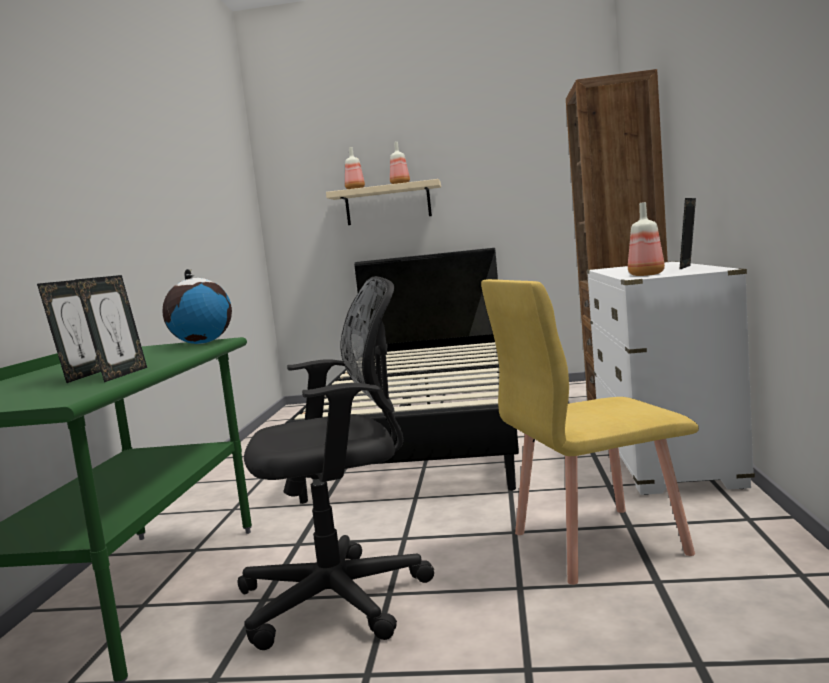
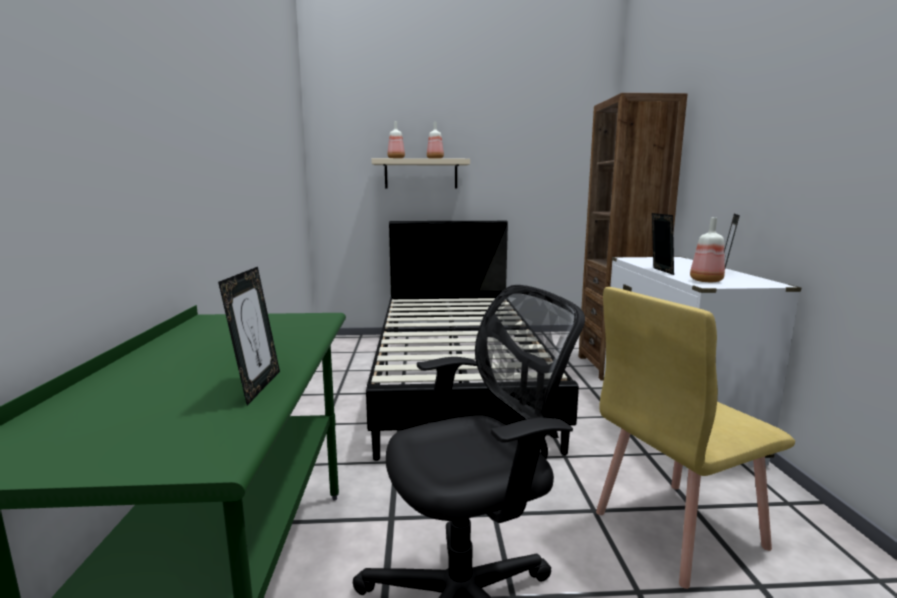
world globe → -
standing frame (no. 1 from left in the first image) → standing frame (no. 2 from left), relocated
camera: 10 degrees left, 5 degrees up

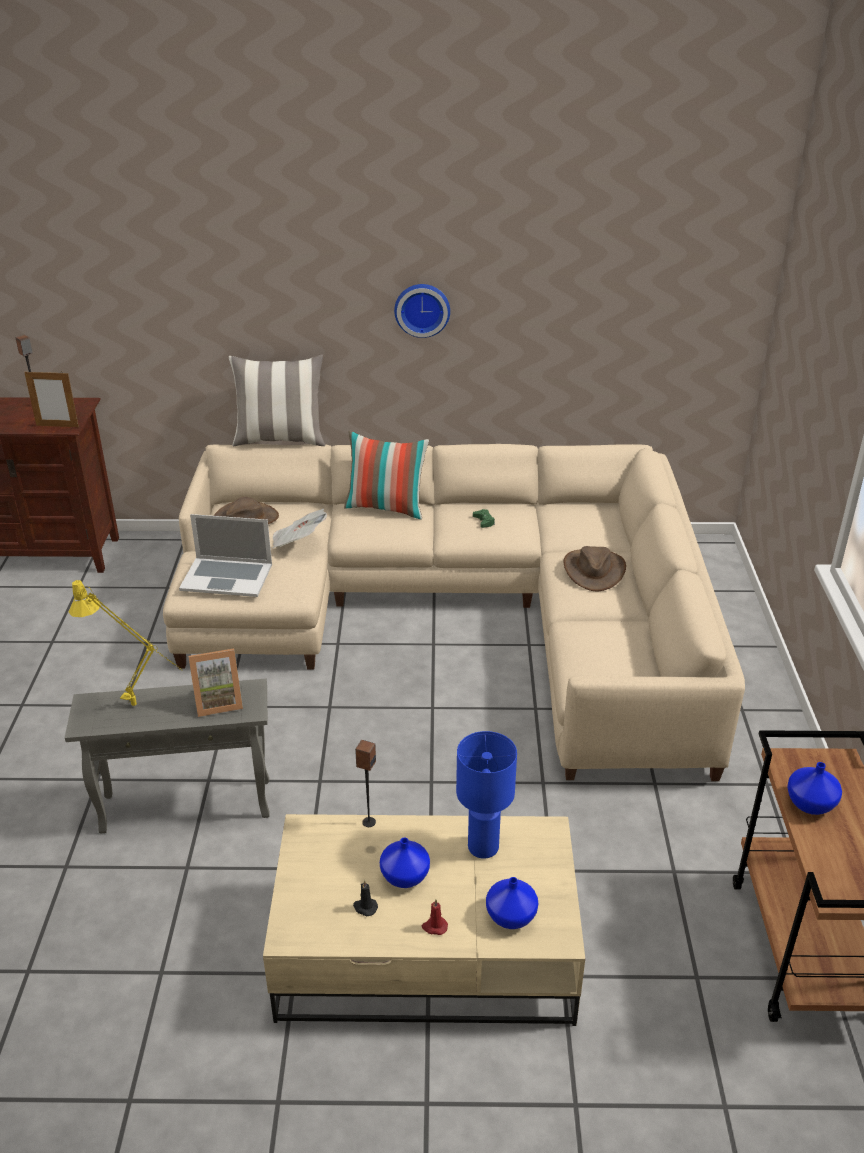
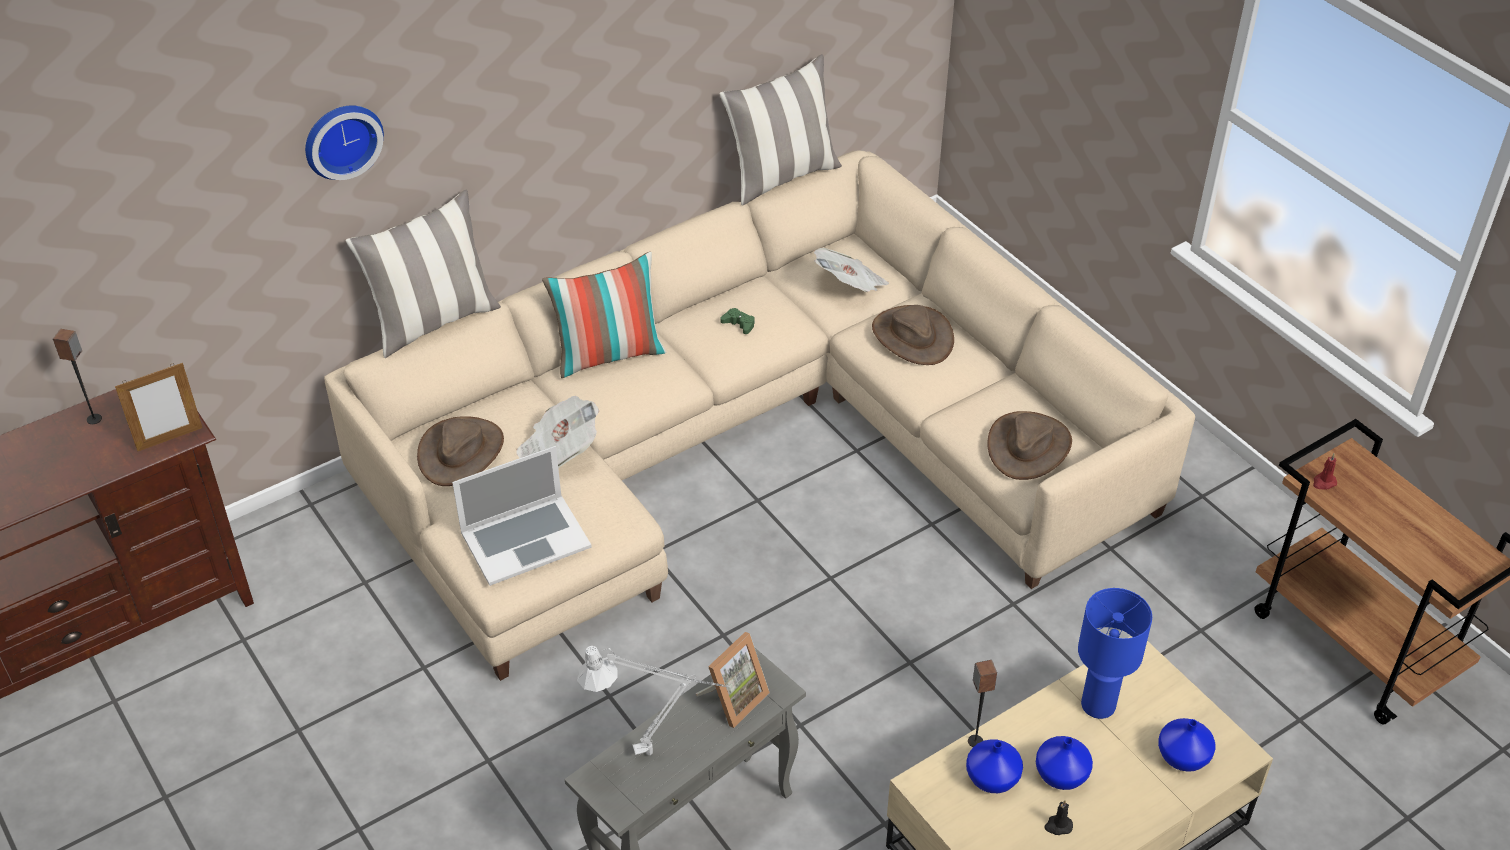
- → throw pillow (no. 3 from left)
- → daily paper (no. 2 from left)
- → brownish clothing hat (no. 3 from left)
wall clock, relocated
red-coloured wax light, relocated
blue decorative vase (no. 3 from left in the first image) → blue decorative vase (no. 1 from left), relocated
yellowish tabletop lamp → grey tabletop lamp
camera: 35 degrees left, 10 degrees up

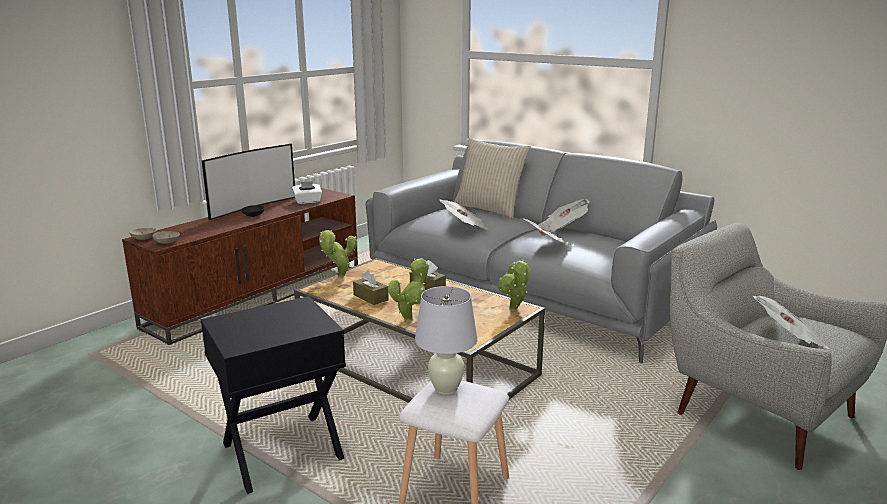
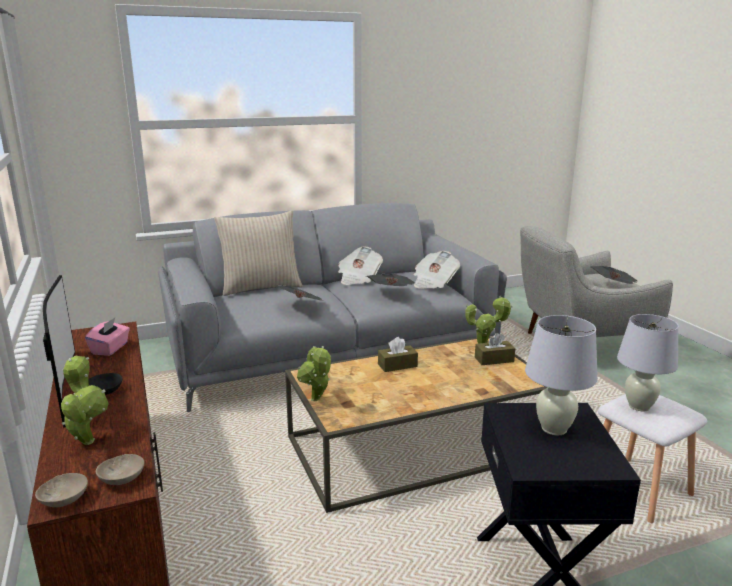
- → daily paper (no. 4 from left)
- → white-coloured tabletop lamp (no. 1 from left)
brownish box of tissues (no. 1 from left in the first image) → brownish box of tissues (no. 2 from left), relocated
plant in a pot (no. 2 from left in the first image) → plant in a pot (no. 1 from left), relocated
white-coloured box of tissues → pinkish box of tissues
camera: 60 degrees left, 0 degrees up

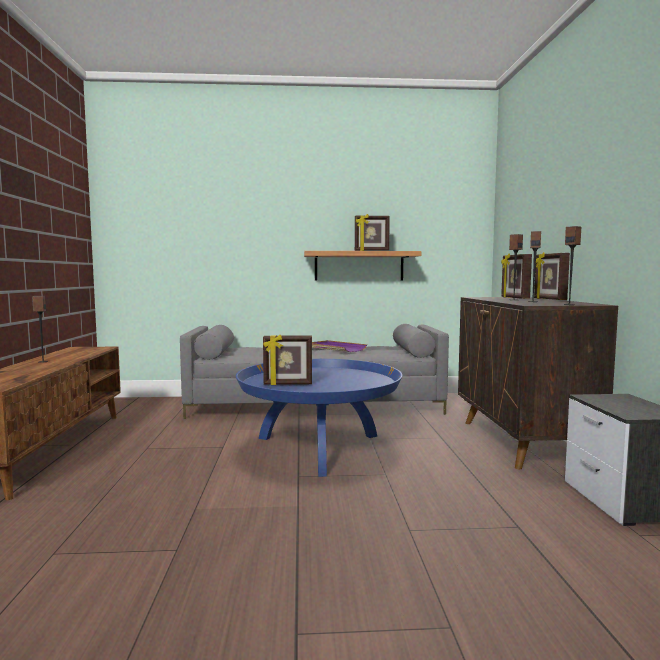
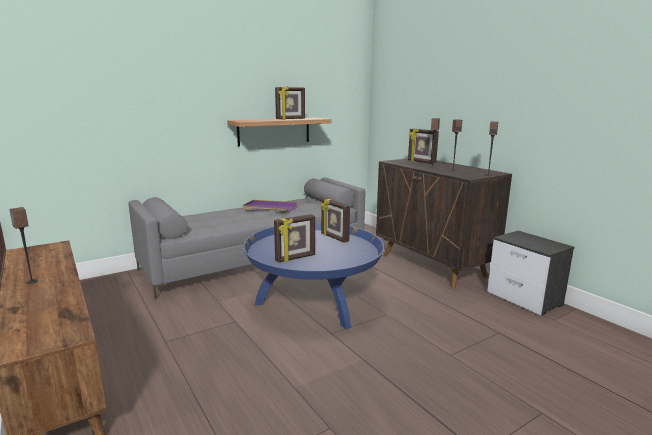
standing frame (no. 4 from left in the first image) → standing frame (no. 3 from left), relocated
camera: 30 degrees left, 10 degrees up

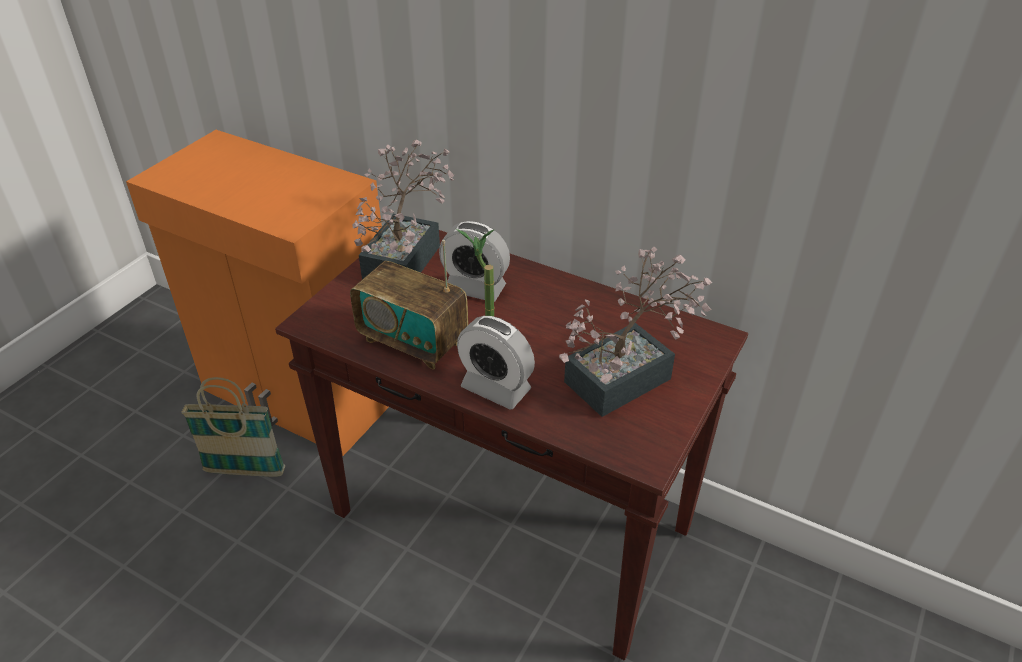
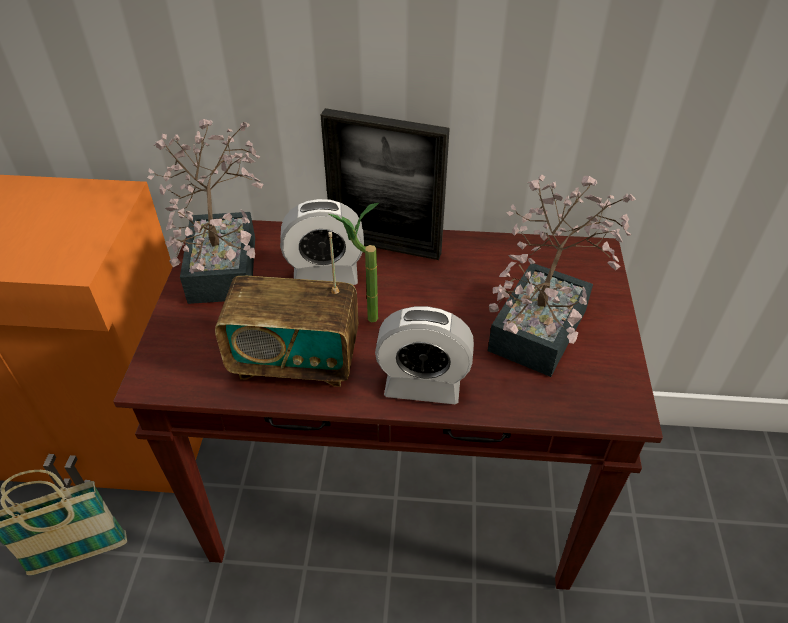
- → standing frame
camera: 25 degrees left, 5 degrees up

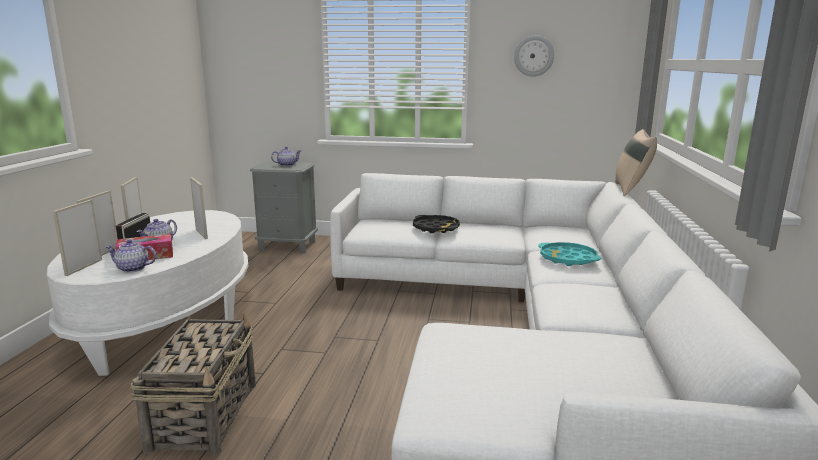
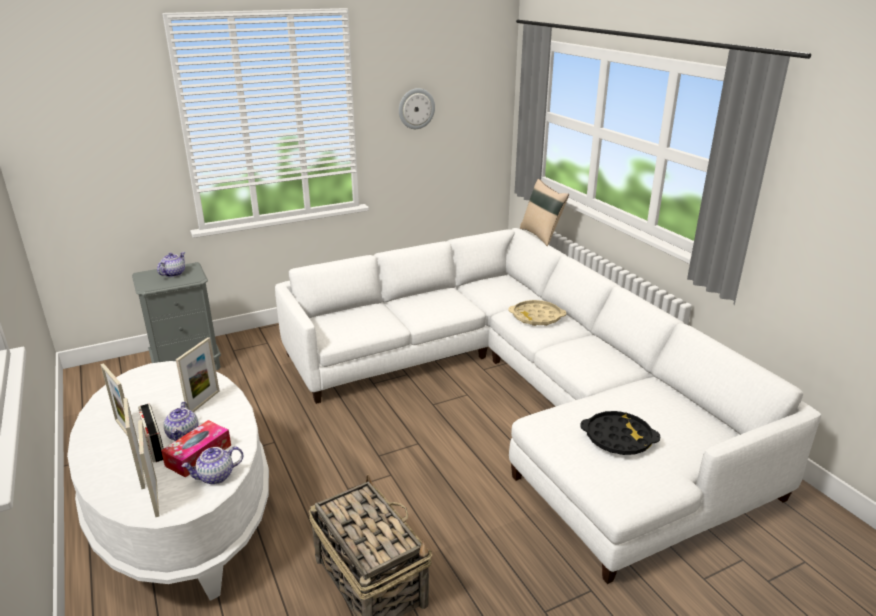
black carrying tray, relocated
blue-green carrying tray → sand-coloured carrying tray
standing frame (no. 4 from left), 90 degrees clockwise
camera: 35 degrees left, 10 degrees up

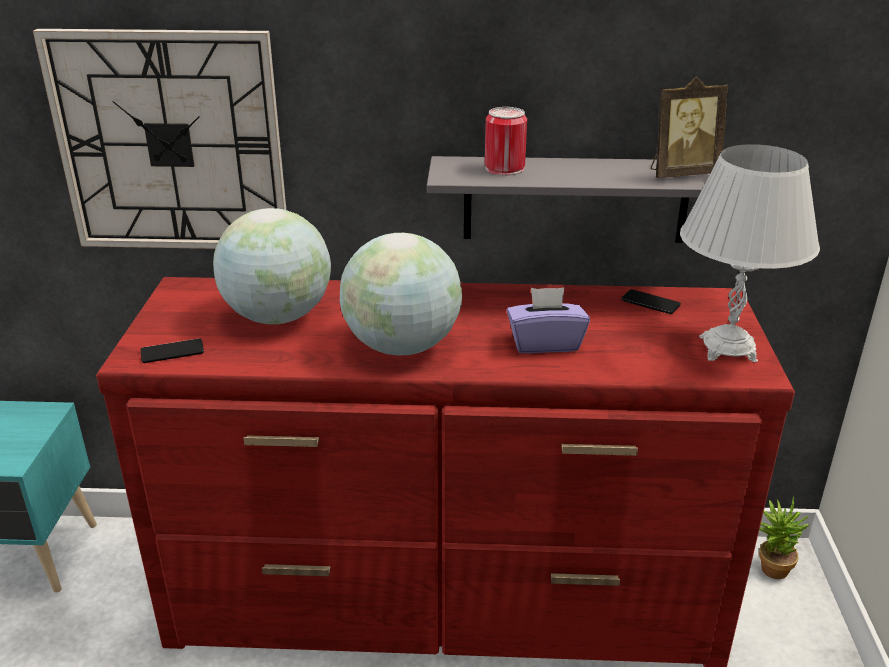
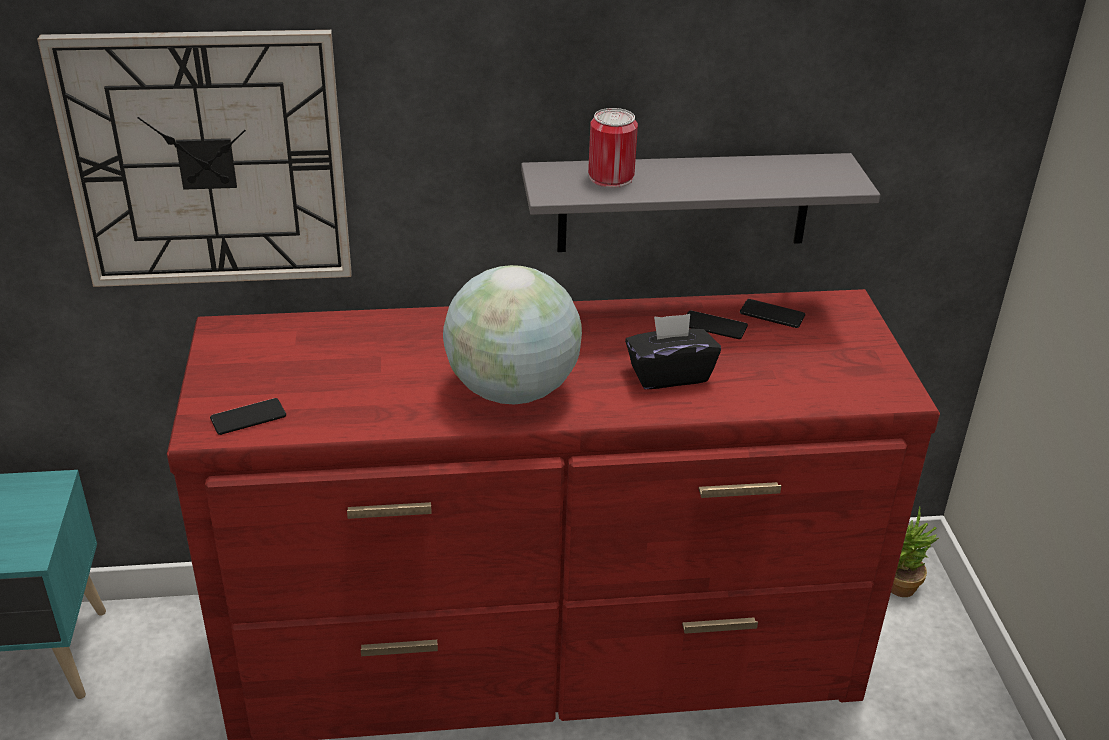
world globe (no. 1 from left) → -
standing frame → -
white-coloured tabletop lamp → -
- → telephone (no. 2 from left)
purple box of tissues → black box of tissues
camera: 10 degrees left, 5 degrees up

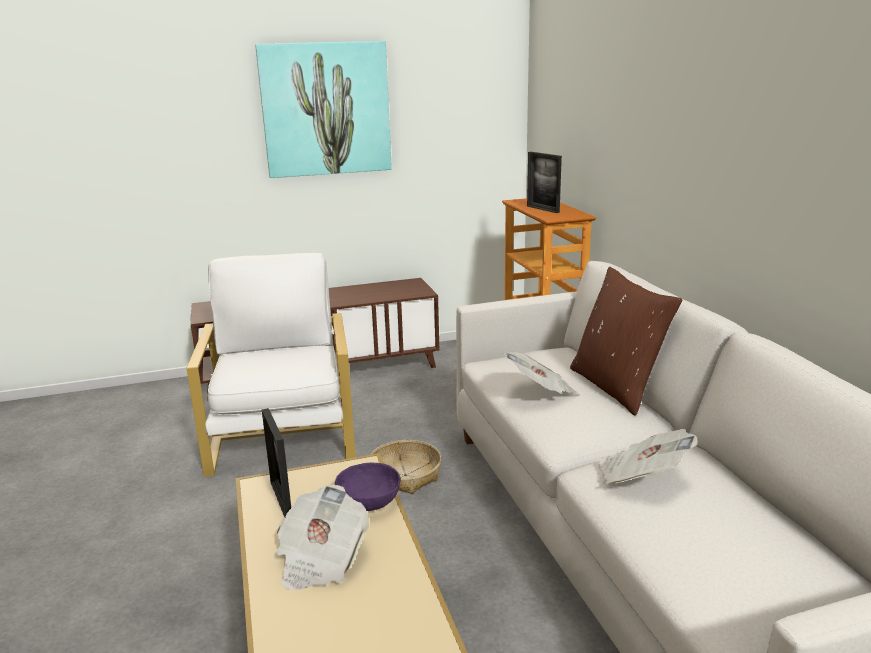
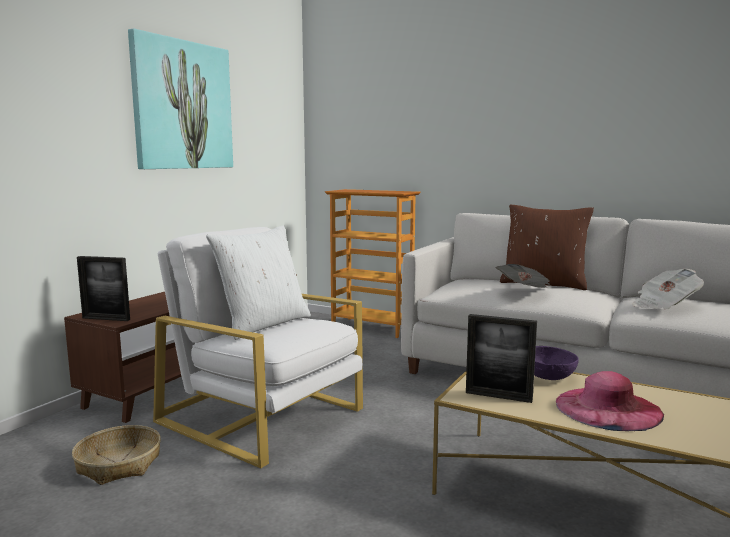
- → white-coloured throw pillow
household basket, relocated
standing frame (no. 2 from left in the first image) → standing frame (no. 1 from left), relocated
daily paper (no. 1 from left) → pinkish clothing hat
camera: 45 degrees left, 10 degrees down

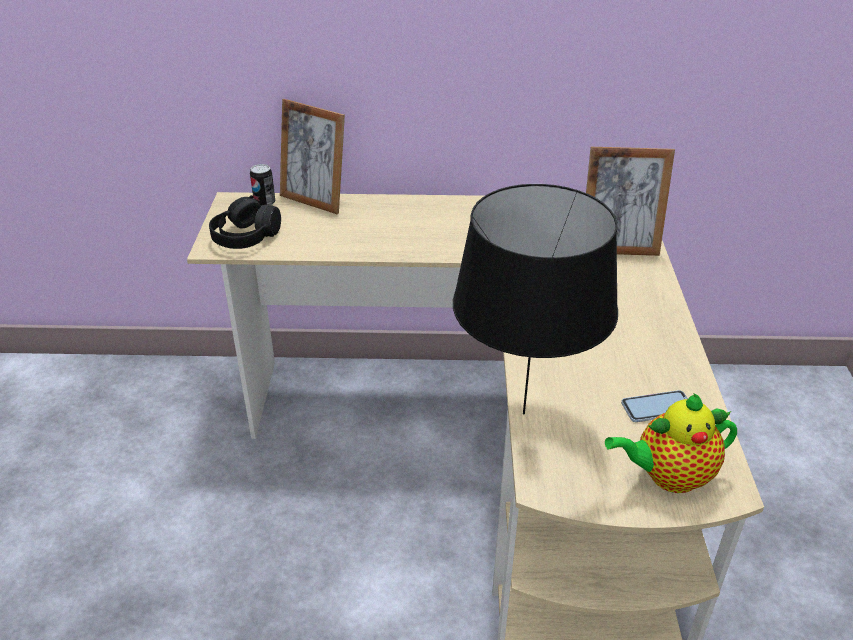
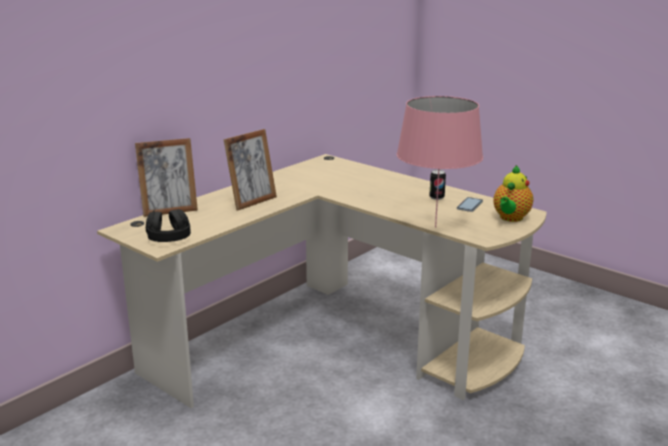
metal can, relocated
standing frame (no. 2 from left), relocated
black tabletop lamp → pinkish tabletop lamp
camera: 50 degrees left, 15 degrees down

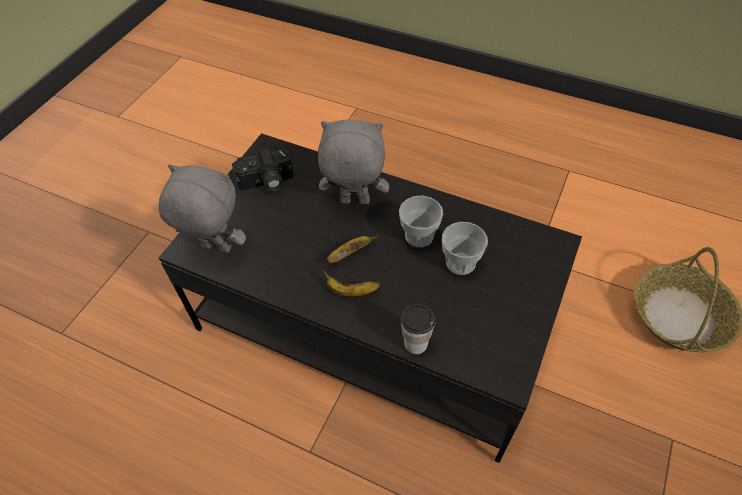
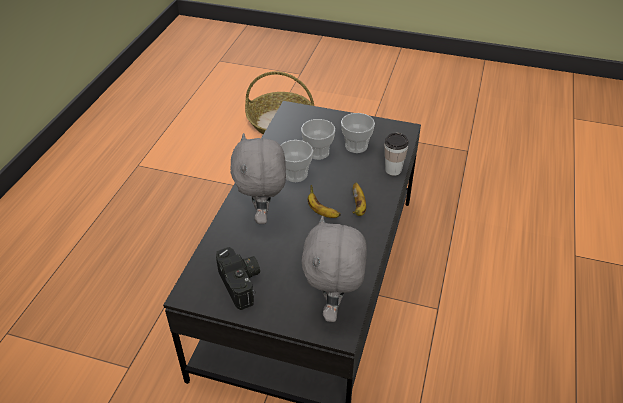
- → drinking cup (no. 3 from left)
camera: 100 degrees left, 10 degrees down

